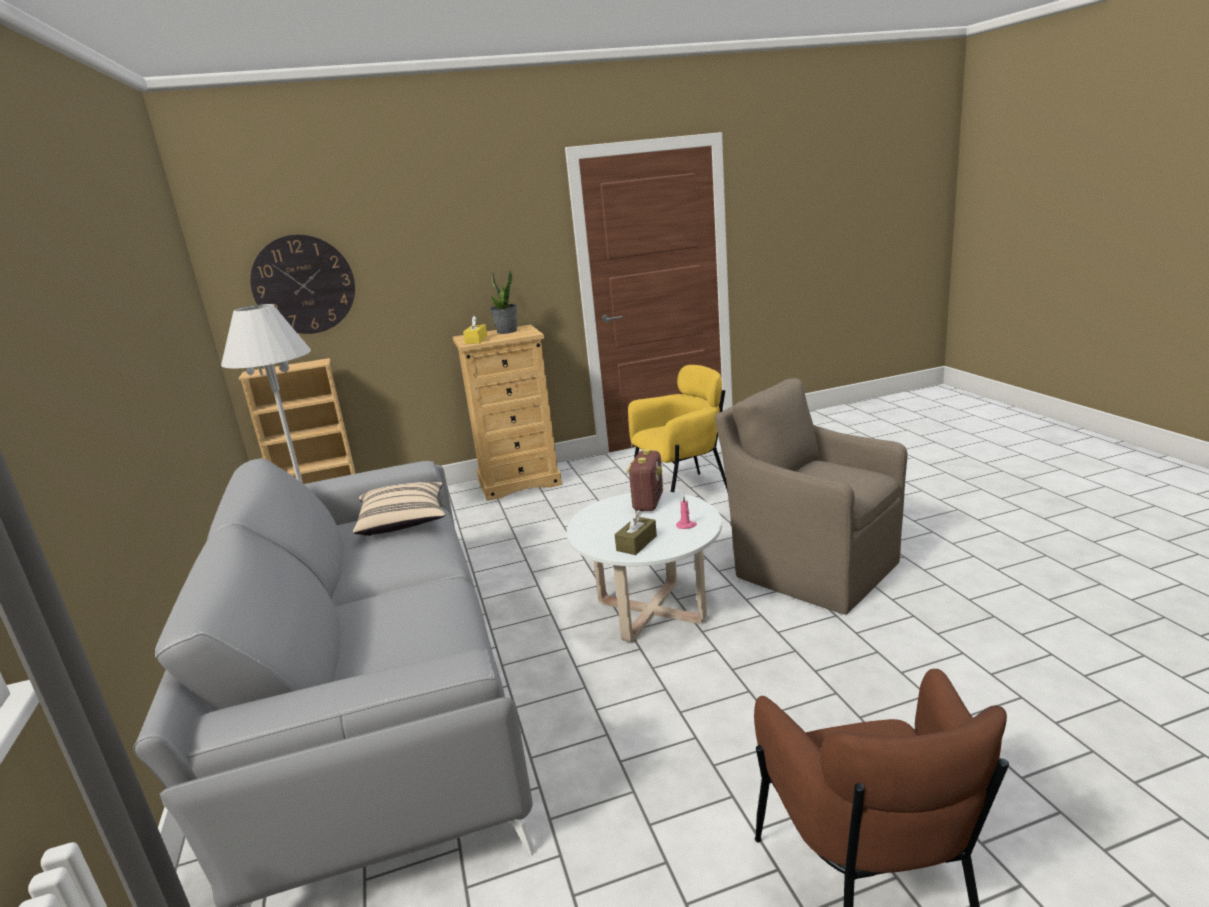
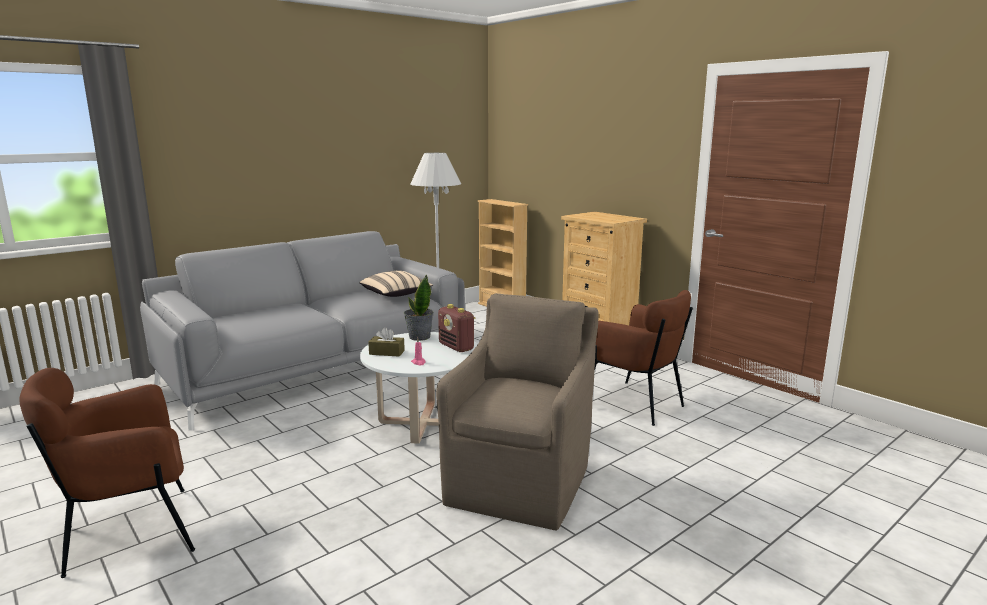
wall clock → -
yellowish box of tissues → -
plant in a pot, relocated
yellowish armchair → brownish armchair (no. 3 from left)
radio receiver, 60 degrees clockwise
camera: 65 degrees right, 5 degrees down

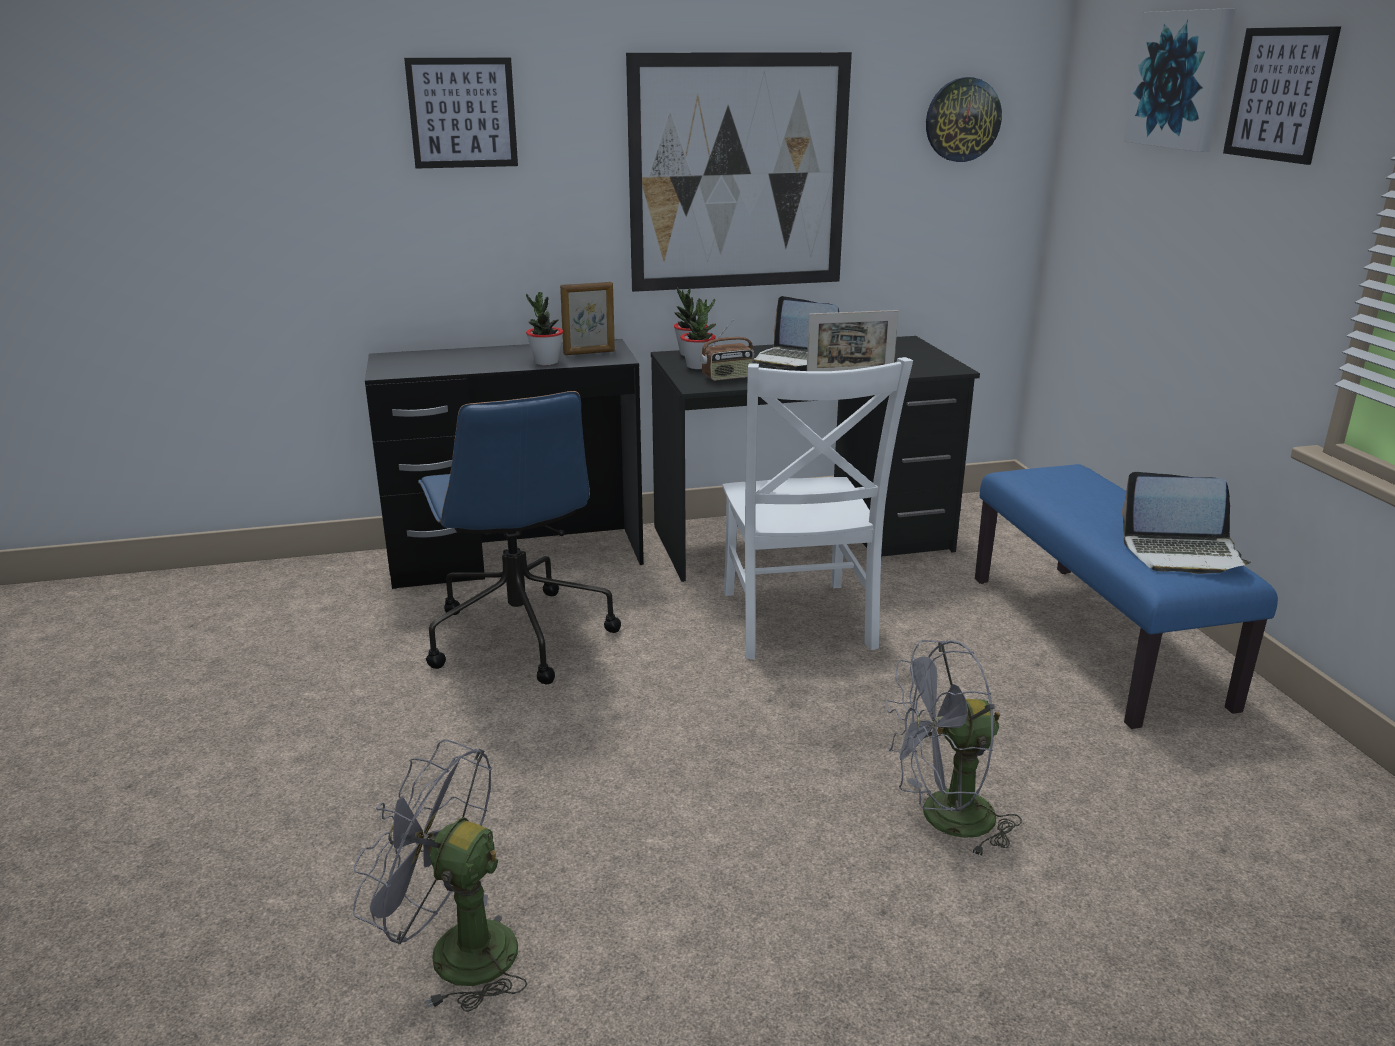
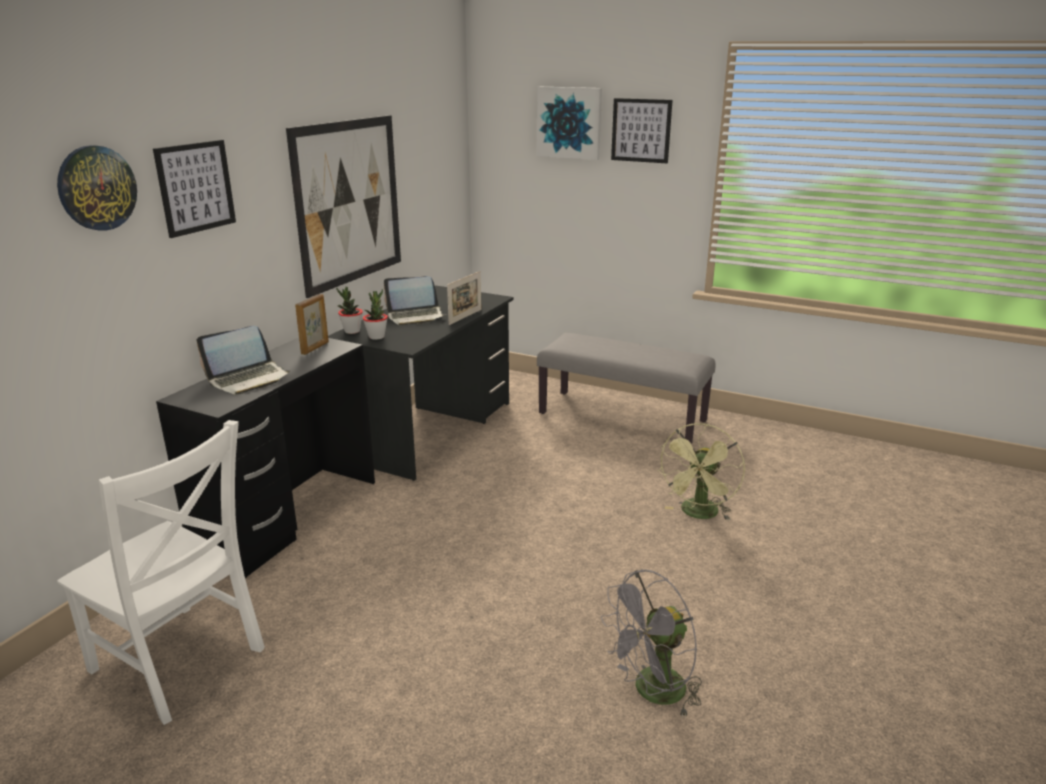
blue office chair → -
plant in a pot (no. 1 from left) → -
radio receiver → -
white-coloured plain chair, relocated
wall clock, relocated
portable computer (no. 2 from left in the first image) → portable computer (no. 1 from left), relocated
grey cooling fan (no. 2 from left) → green cooling fan
blue bench → grey bench
camera: 50 degrees left, 0 degrees up

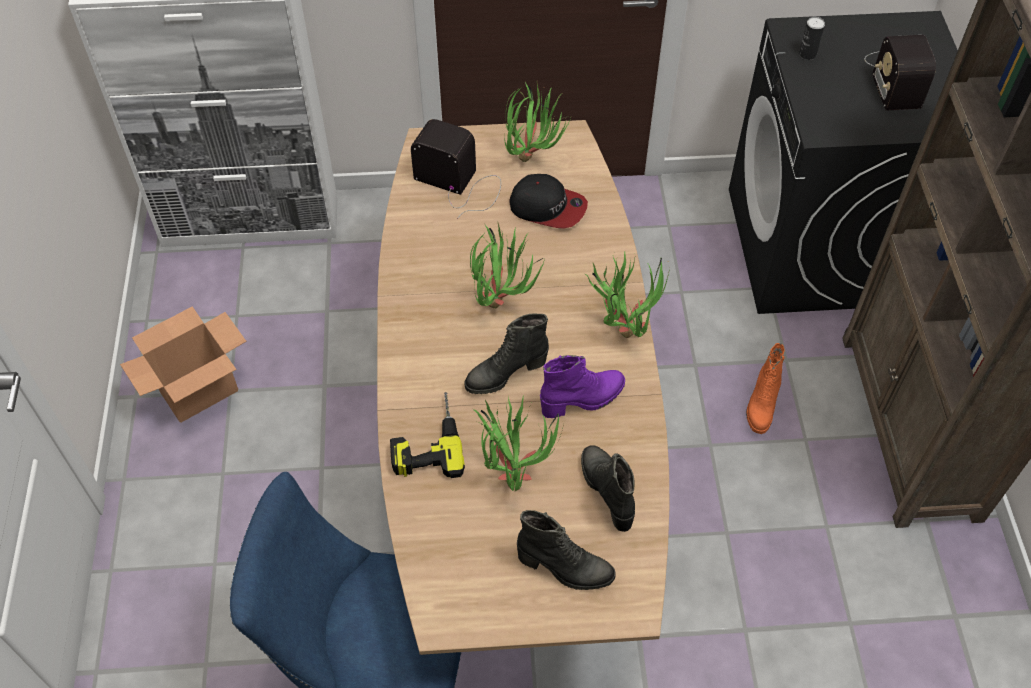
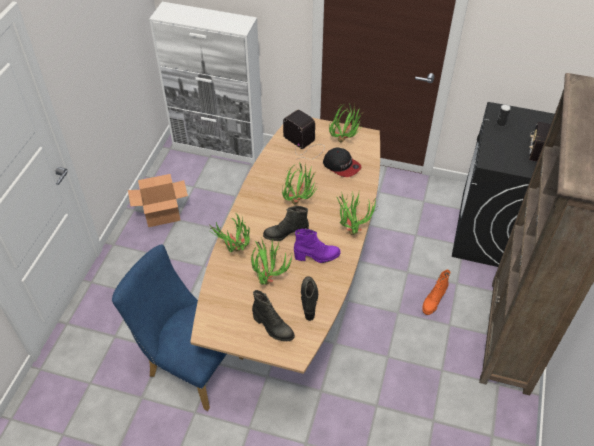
power drill → plant in a pot (no. 1 from left)
camera: 20 degrees right, 5 degrees down

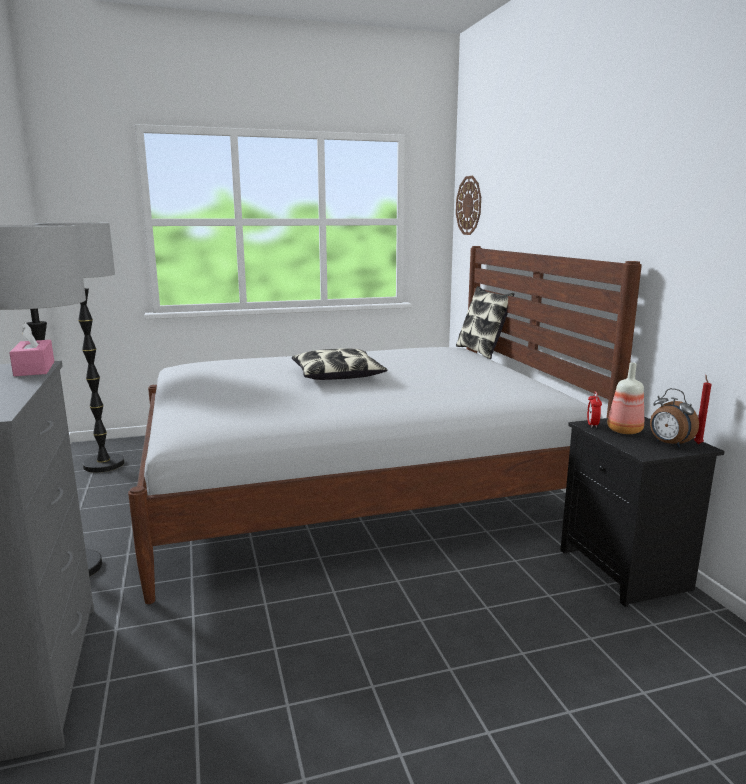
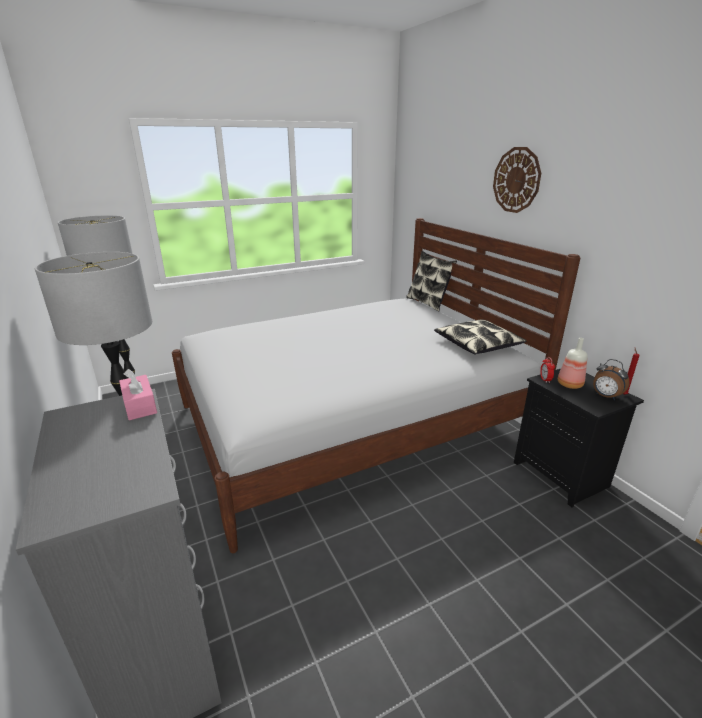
throw pillow (no. 1 from left in the first image) → throw pillow (no. 2 from left), relocated
wall clock, relocated
camera: 10 degrees left, 10 degrees up

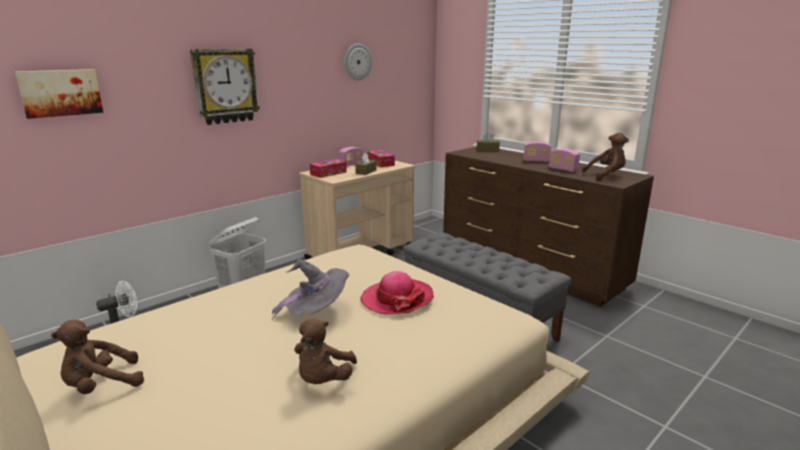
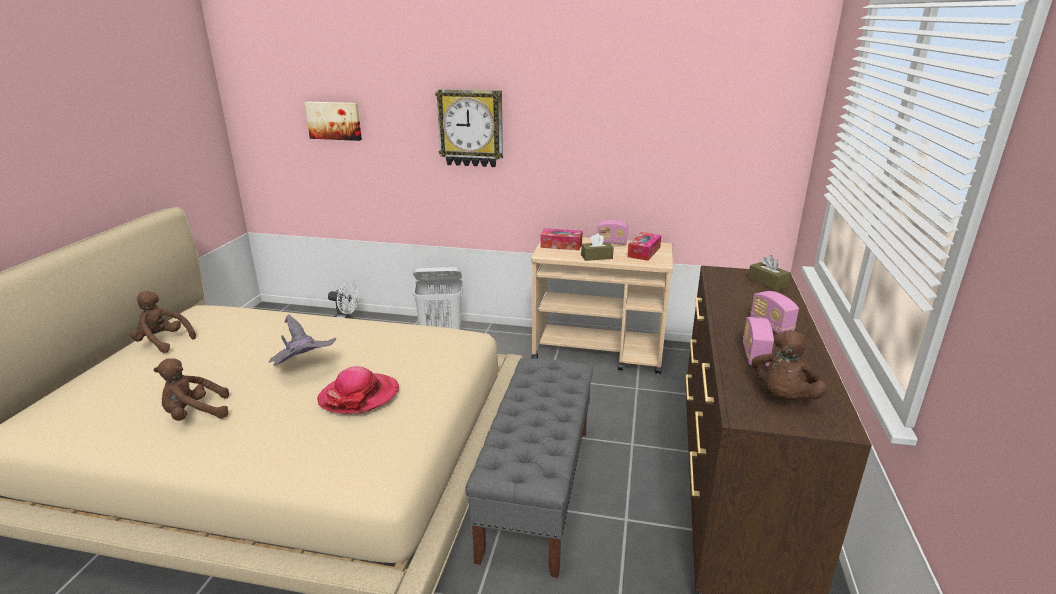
wall clock (no. 2 from left) → -
brownish soft toy (no. 3 from left), 75 degrees clockwise
camera: 55 degrees right, 5 degrees up

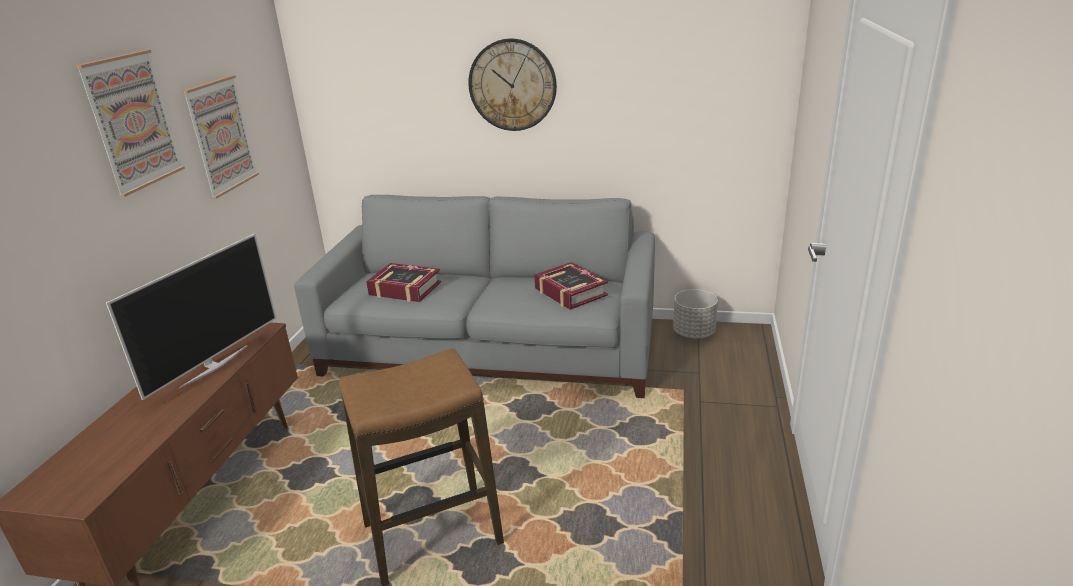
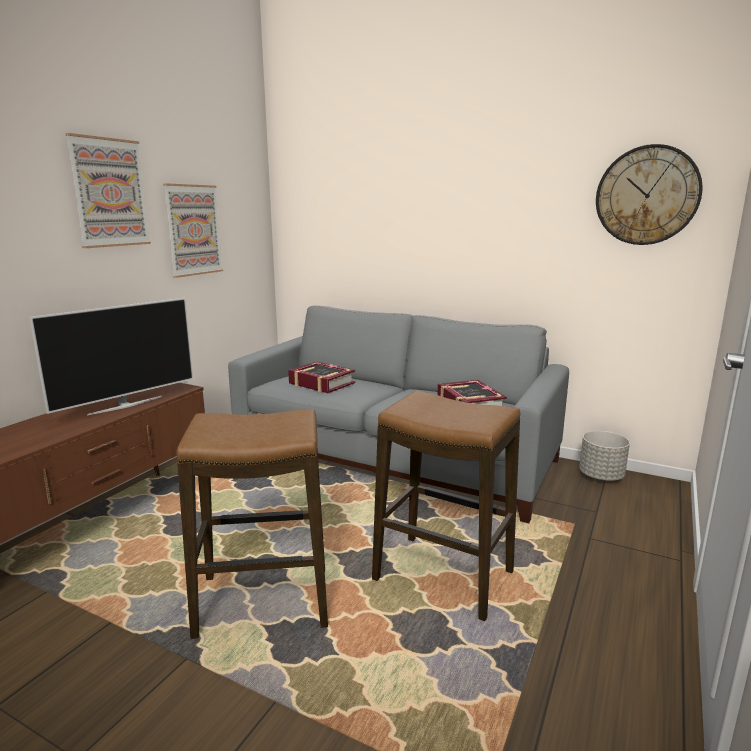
- → sitting stool (no. 2 from left)
wall clock, relocated
camera: 15 degrees right, 10 degrees down

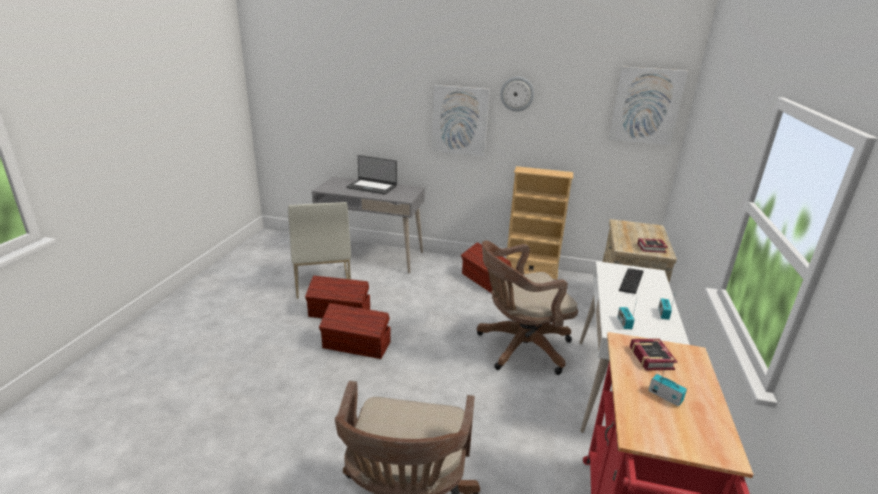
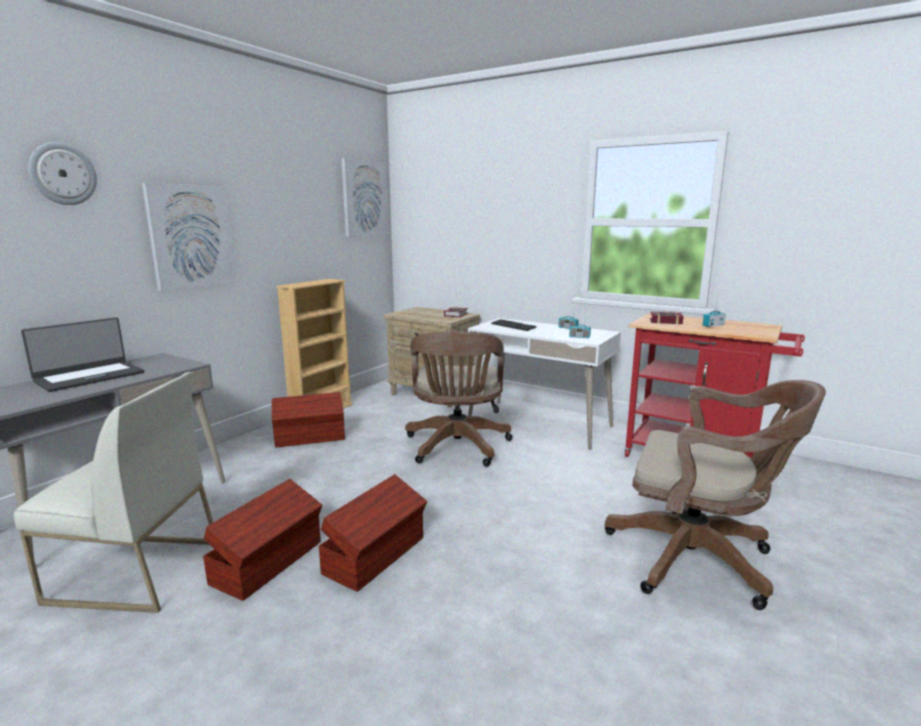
wall clock, relocated
camera: 70 degrees left, 10 degrees down

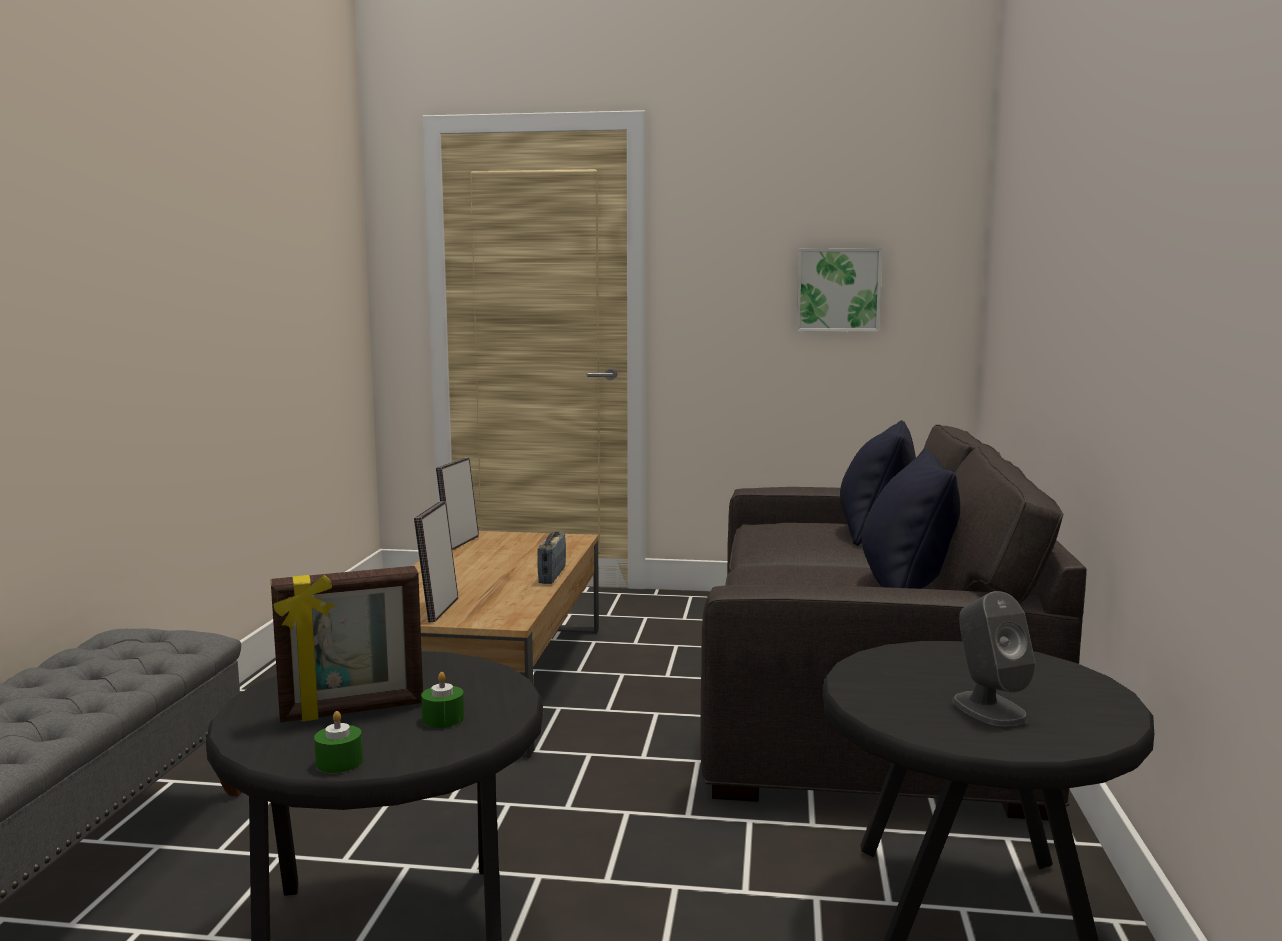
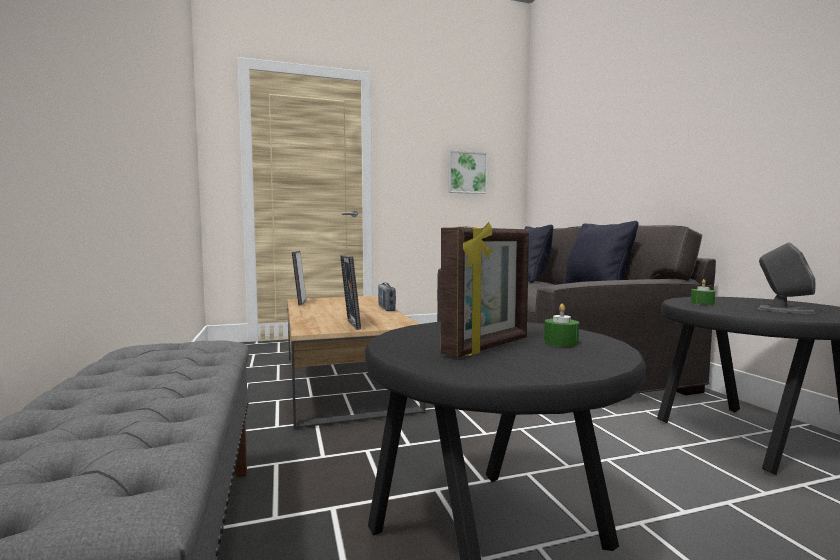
green wax light (no. 1 from left in the first image) → green wax light (no. 2 from left), relocated
camera: 25 degrees left, 5 degrees down

